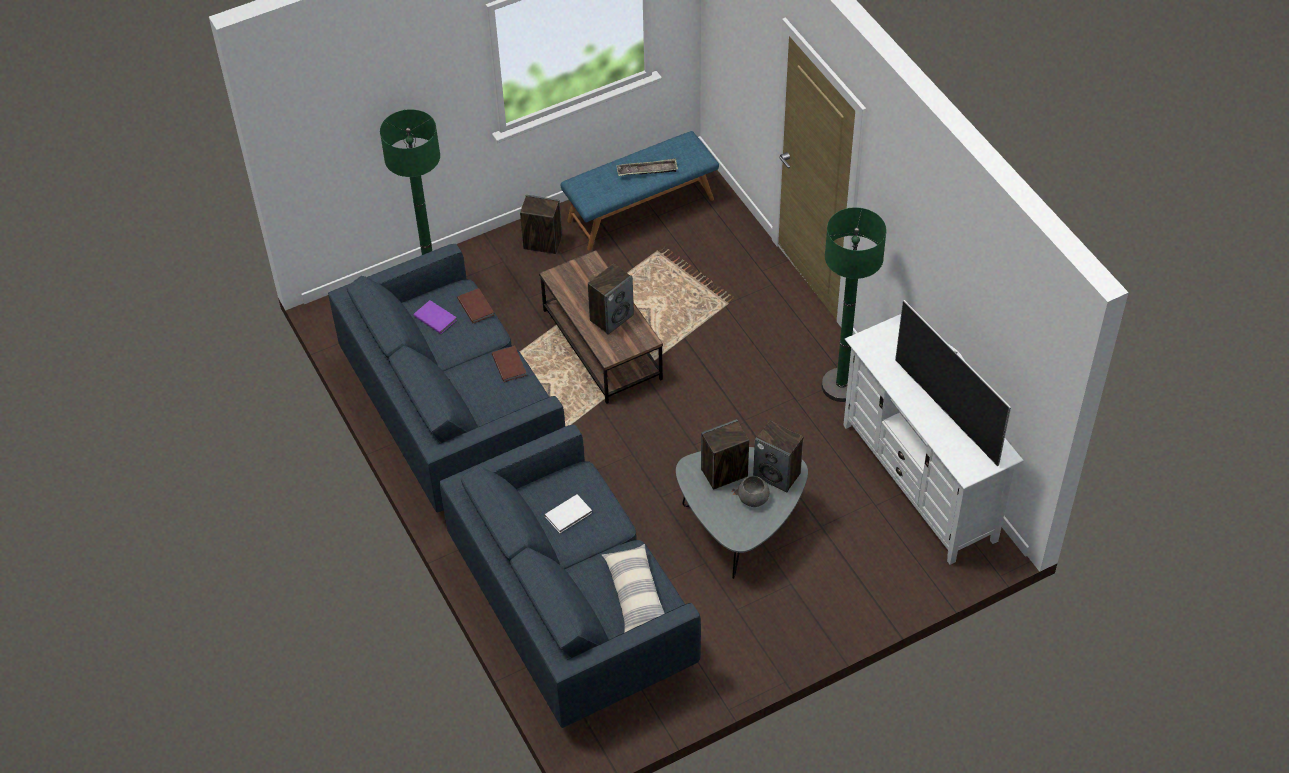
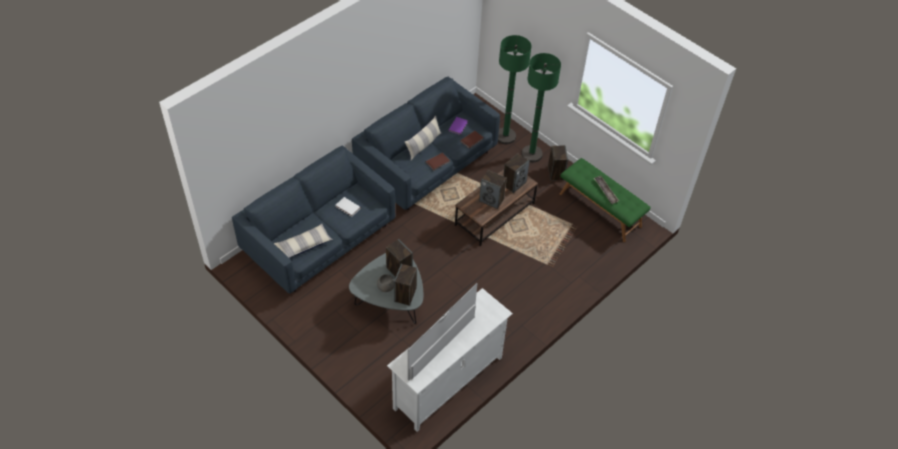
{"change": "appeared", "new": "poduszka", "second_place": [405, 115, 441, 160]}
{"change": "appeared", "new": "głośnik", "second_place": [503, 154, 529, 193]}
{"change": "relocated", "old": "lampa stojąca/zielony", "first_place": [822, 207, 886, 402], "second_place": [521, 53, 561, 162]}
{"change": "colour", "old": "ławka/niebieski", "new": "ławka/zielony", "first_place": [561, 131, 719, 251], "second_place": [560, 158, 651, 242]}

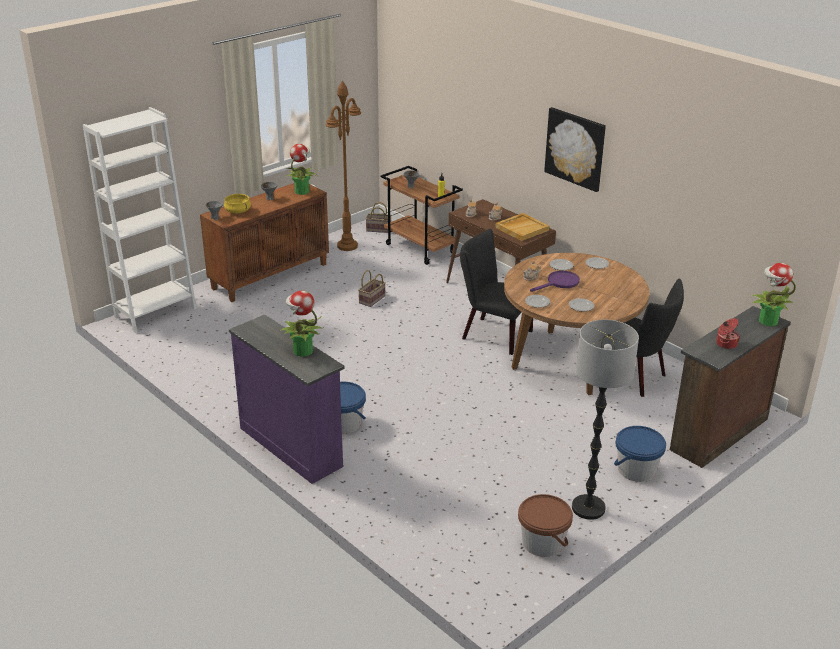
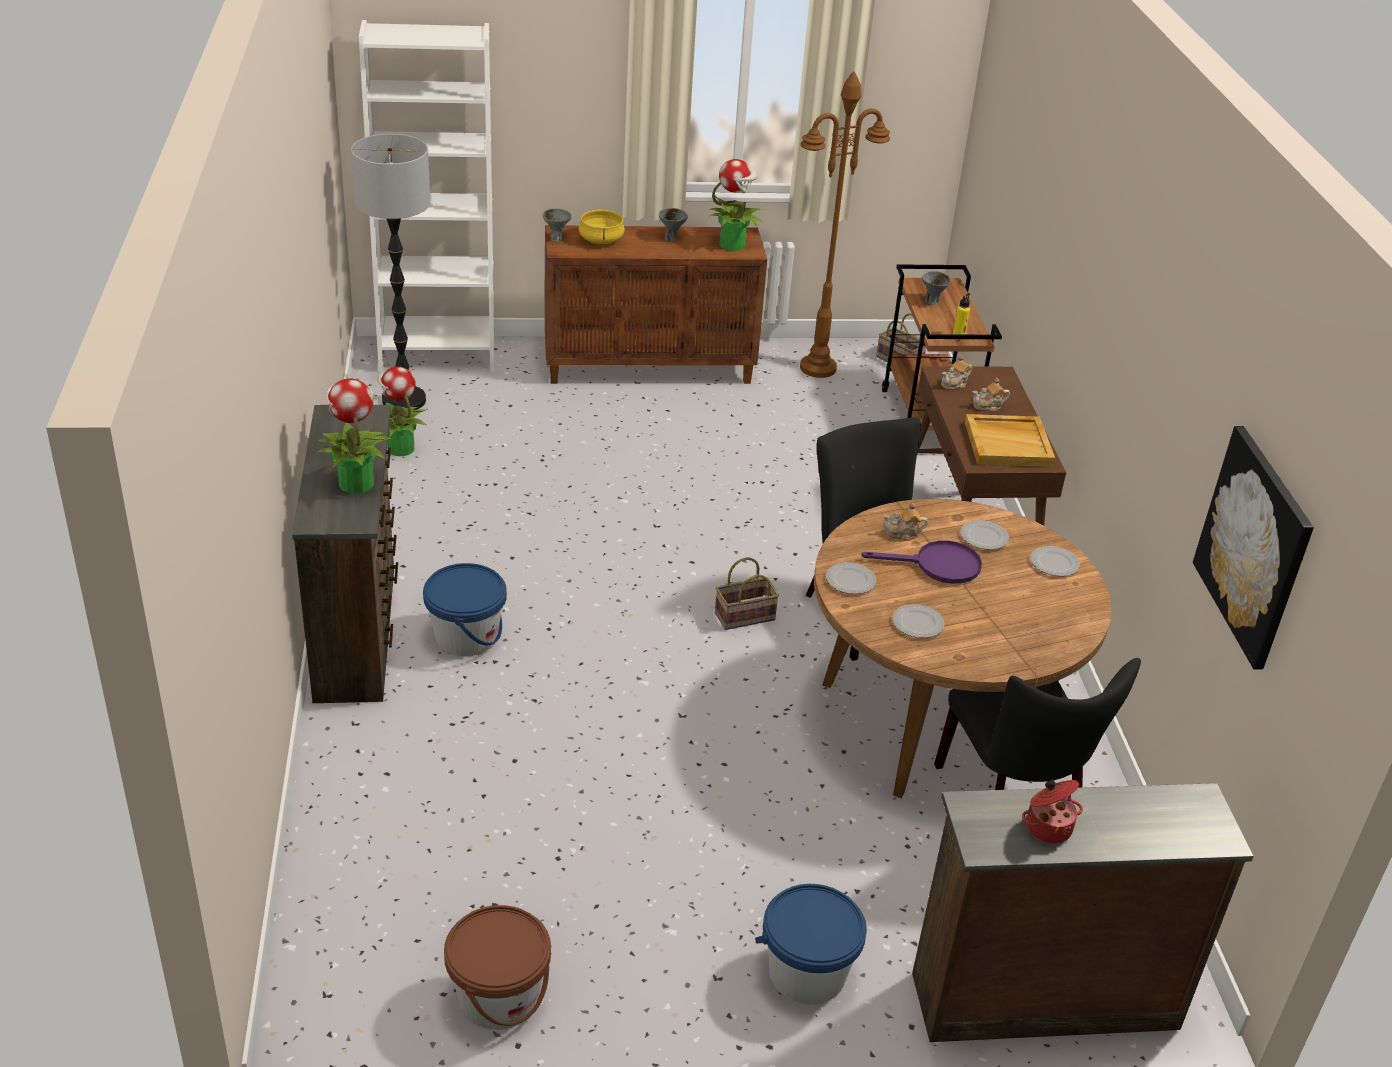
{"change": "colour", "old": "komoda/fioletowy", "new": "komoda/brązowy", "first_place": [229, 314, 344, 484], "second_place": [292, 405, 398, 703]}
{"change": "relocated", "old": "lampa stojąca", "first_place": [572, 320, 639, 520], "second_place": [351, 134, 430, 411]}
{"change": "relocated", "old": "roślina doniczkowa", "first_place": [751, 263, 796, 326], "second_place": [377, 366, 427, 456]}
{"change": "relocated", "old": "koszyk", "first_place": [358, 270, 385, 307], "second_place": [715, 557, 779, 630]}
{"change": "relocated", "old": "obraz", "first_place": [544, 107, 606, 192], "second_place": [1193, 426, 1314, 670]}

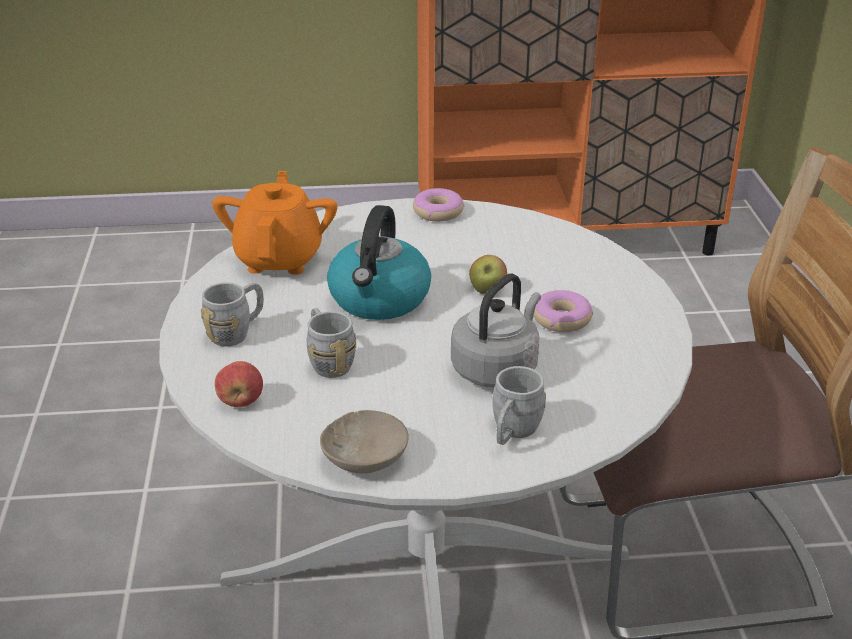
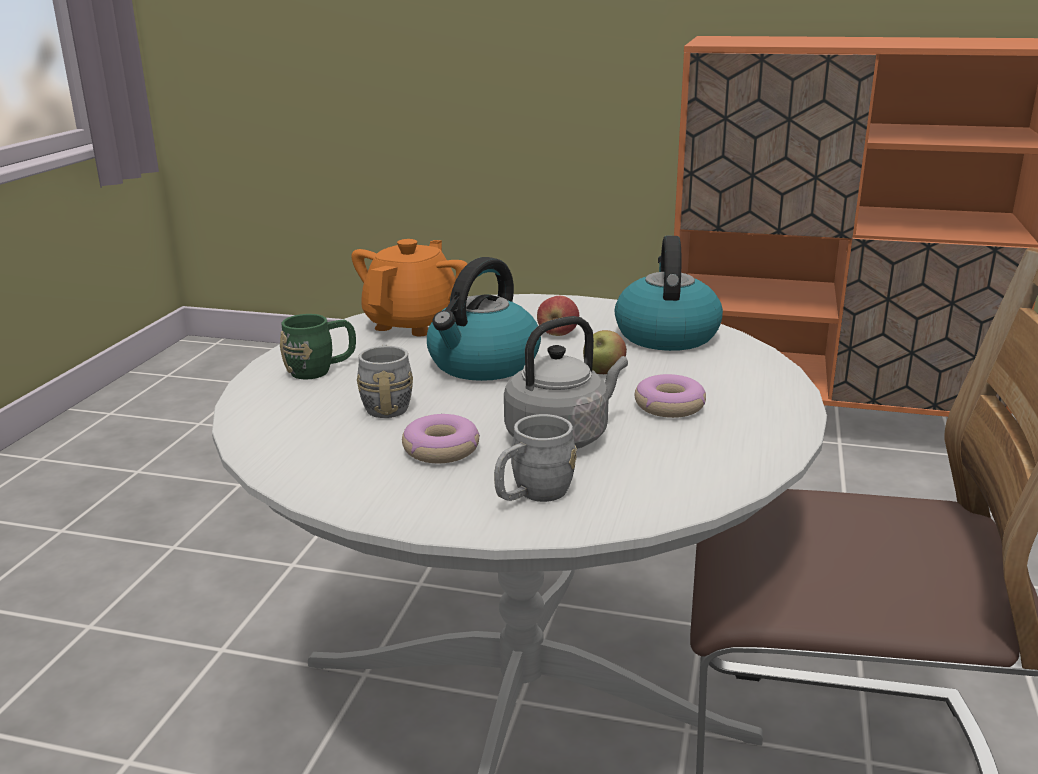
{"change": "colour", "old": "kubek/szary", "new": "kubek/zielony", "first_place": [201, 282, 264, 346], "second_place": [280, 314, 356, 379]}
{"change": "relocated", "old": "donut", "first_place": [413, 188, 464, 222], "second_place": [402, 414, 480, 463]}
{"change": "relocated", "old": "jabłko", "first_place": [215, 361, 263, 407], "second_place": [537, 296, 579, 336]}
{"change": "appeared", "new": "czajnik", "second_place": [615, 236, 723, 351]}
{"change": "missing", "old": "miska/beżowy", "first_place": [320, 410, 409, 473]}

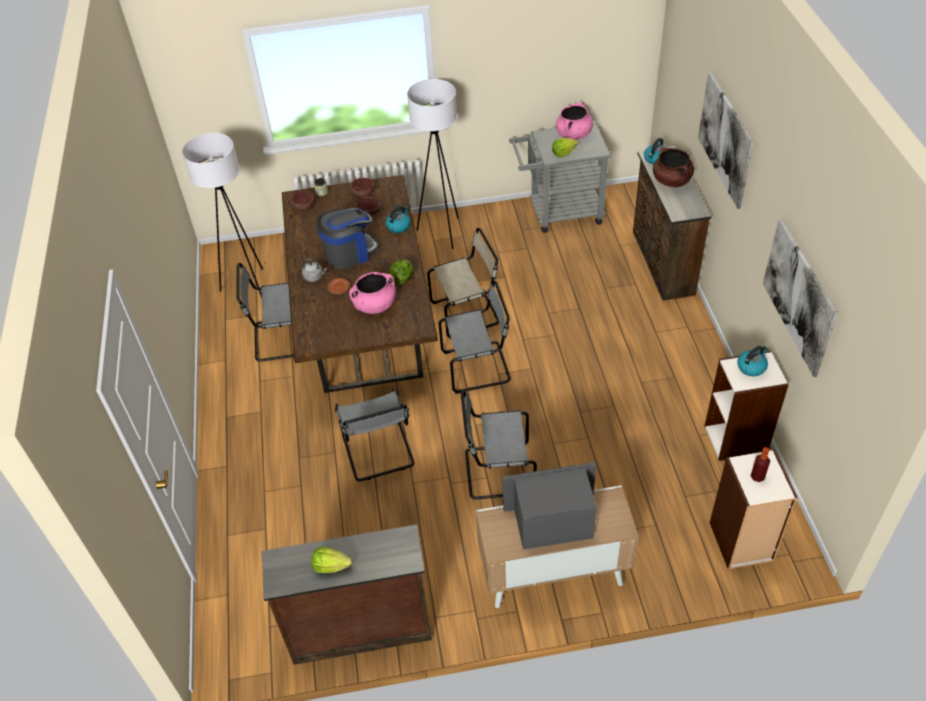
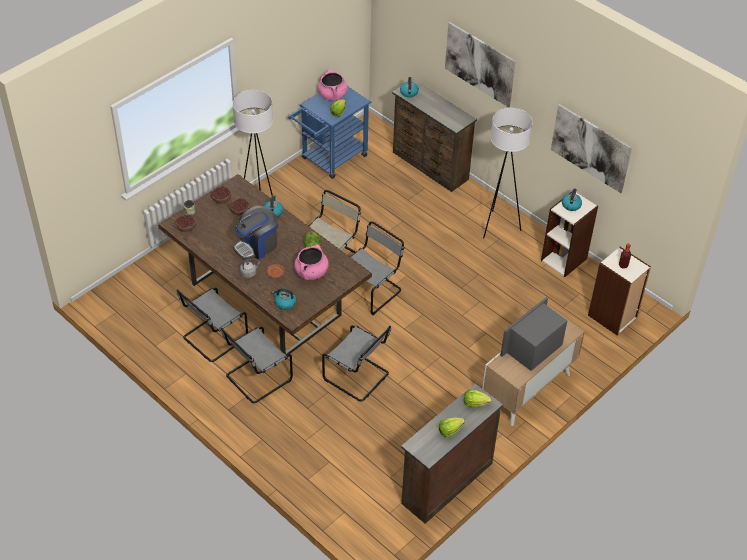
{"change": "relocated", "old": "krzesło/szary", "first_place": [461, 390, 537, 499], "second_place": [221, 327, 293, 403]}
{"change": "spun", "old": "ekspres do kawy", "first_place": [316, 208, 379, 269], "second_place": [233, 206, 278, 260], "degrees": -150}
{"change": "appeared", "new": "czajnik", "second_place": [272, 288, 296, 310]}
{"change": "colour", "old": "wózek/szary", "new": "wózek/niebieski", "first_place": [509, 122, 611, 233], "second_place": [288, 87, 371, 179]}
{"change": "appeared", "new": "sałata", "second_place": [464, 389, 492, 407]}
{"change": "relocated", "old": "lampa stojąca/biały", "first_place": [182, 133, 263, 298], "second_place": [483, 108, 533, 239]}
{"change": "missing", "old": "garnek/brązowy", "first_place": [653, 147, 694, 187]}

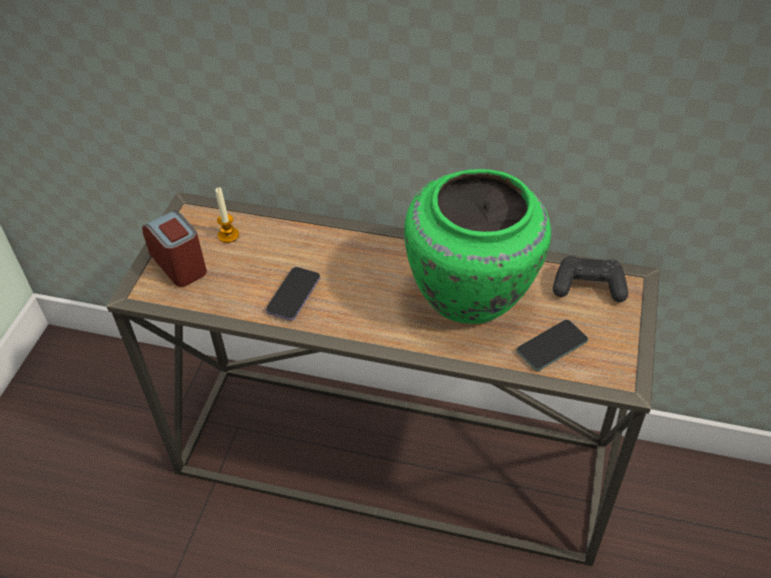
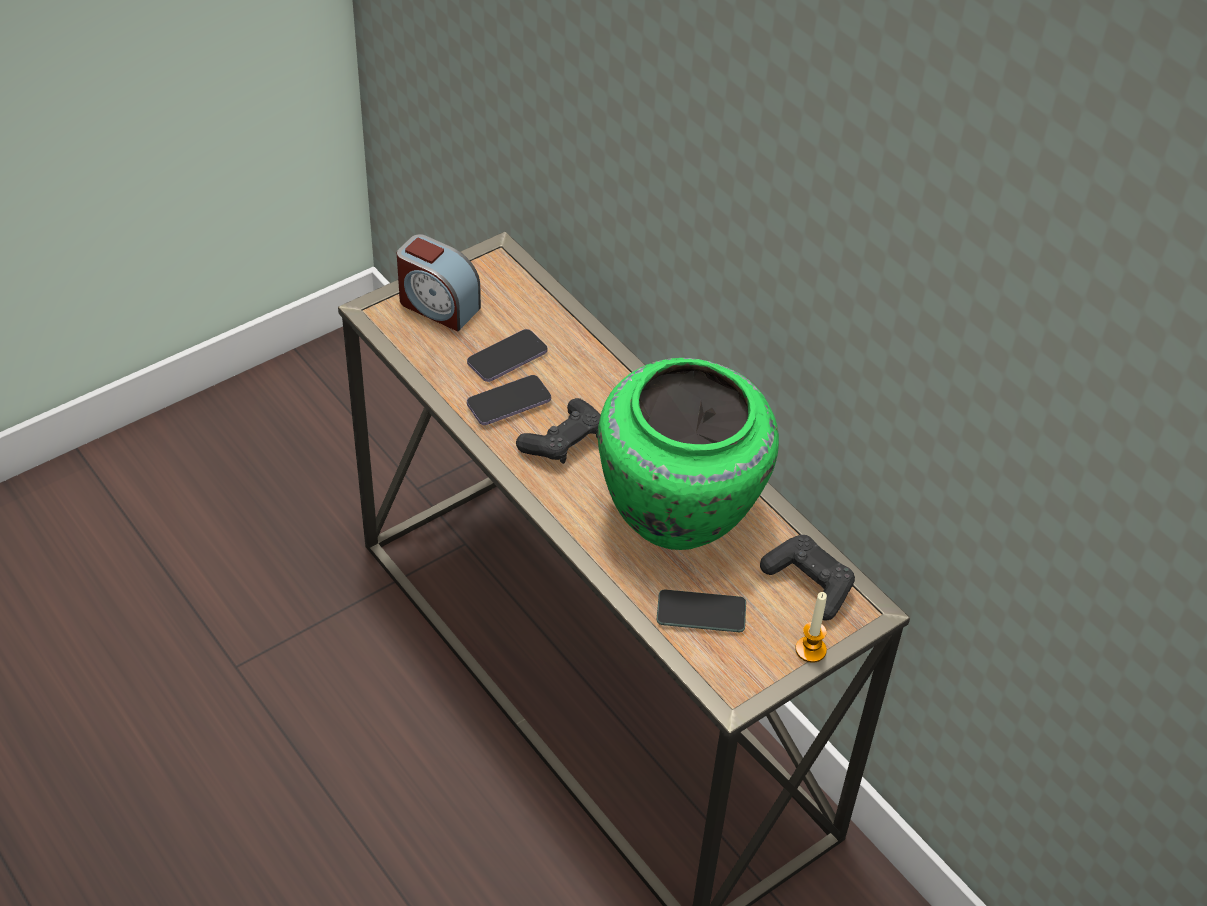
{"change": "spun", "old": "budzik", "first_place": [142, 210, 207, 287], "second_place": [397, 234, 481, 332], "degrees": 120}
{"change": "appeared", "new": "telefon", "second_place": [467, 329, 547, 382]}
{"change": "appeared", "new": "pad do gier/czarny", "second_place": [516, 398, 600, 464]}
{"change": "relocated", "old": "świeca", "first_place": [215, 187, 239, 243], "second_place": [795, 592, 827, 663]}

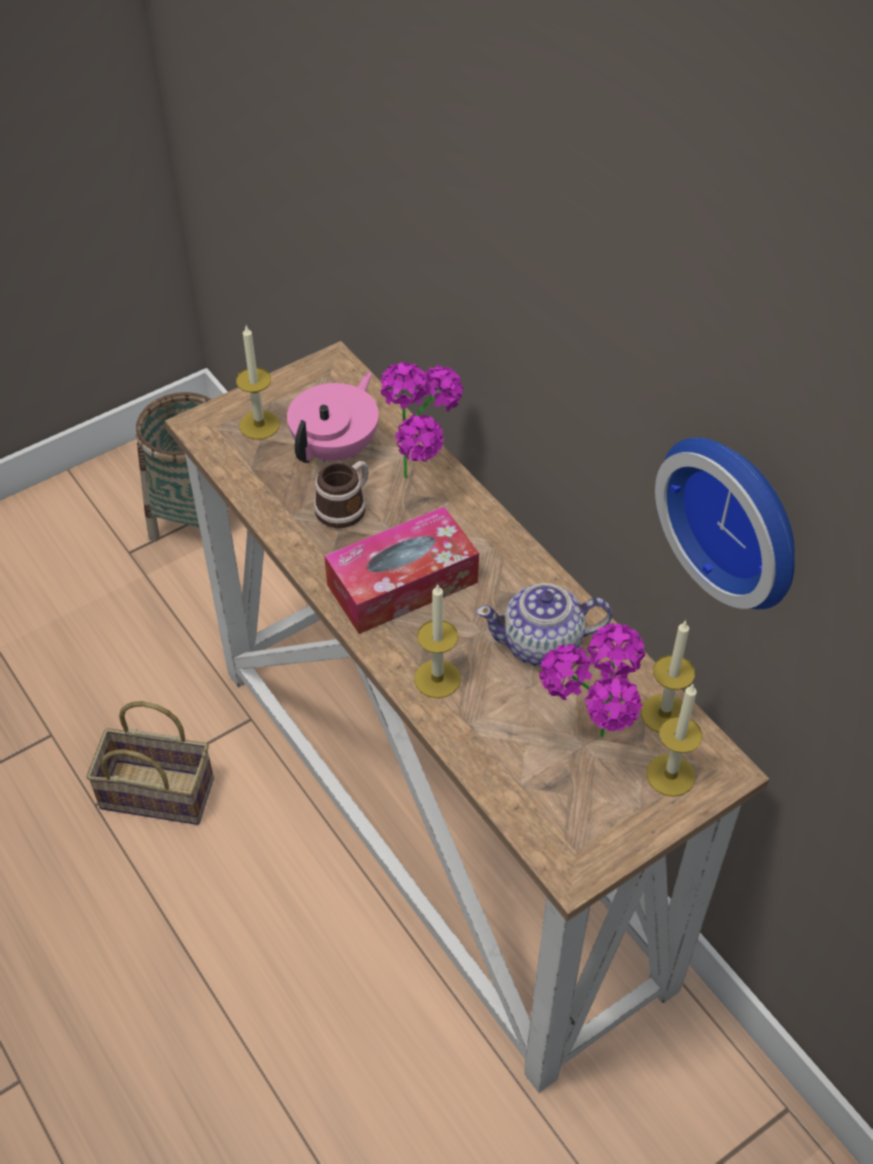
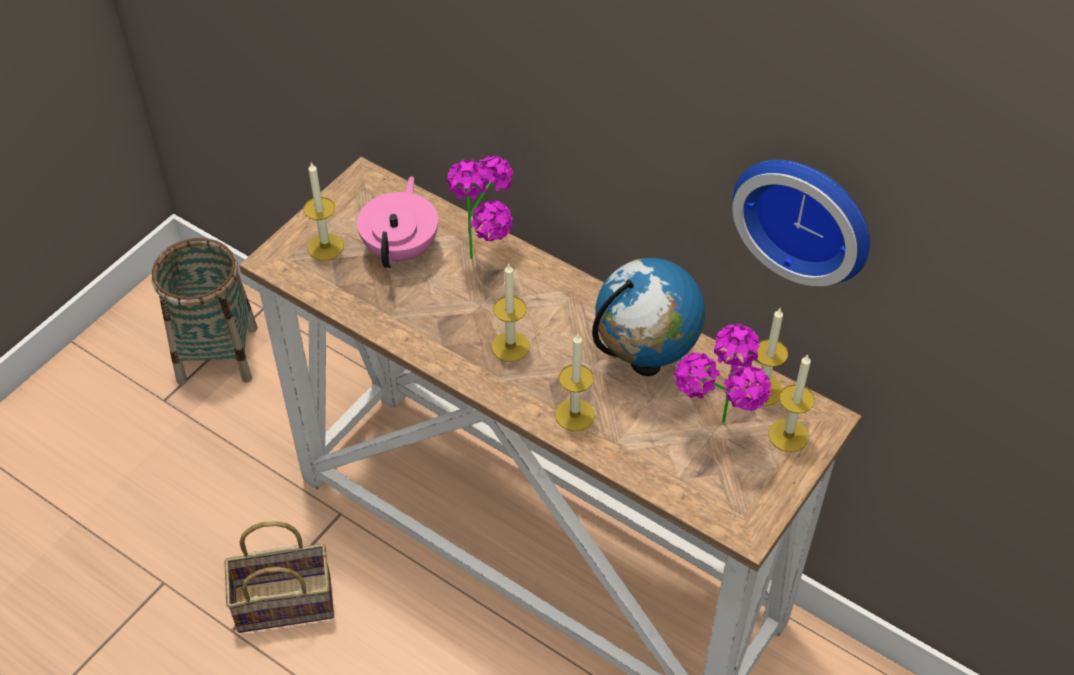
{"change": "exchanged", "old": "pudełko chusteczek", "new": "świeca", "first_place": [324, 507, 479, 634], "second_place": [491, 264, 530, 362]}
{"change": "exchanged", "old": "imbryk", "new": "globus", "first_place": [476, 583, 612, 666], "second_place": [592, 258, 705, 376]}
{"change": "missing", "old": "kubek", "first_place": [314, 461, 369, 528]}

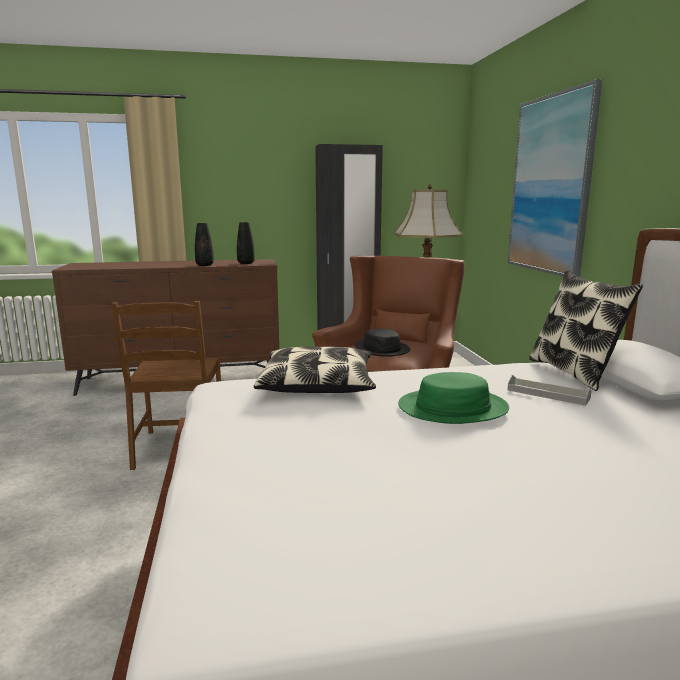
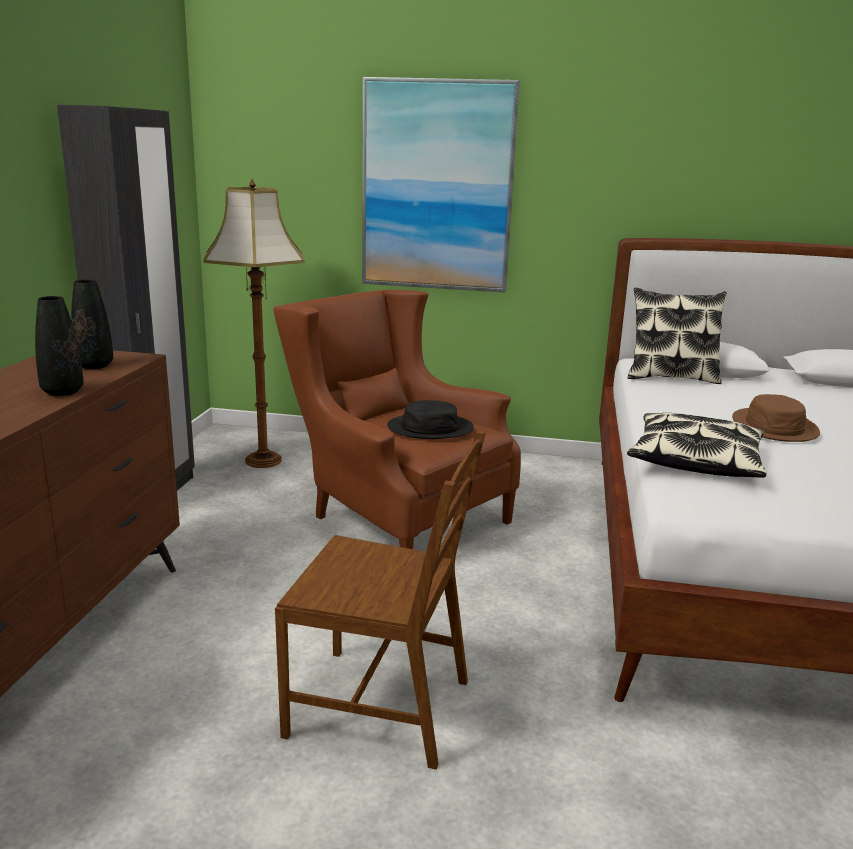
{"change": "colour", "old": "kapelusz/zielony", "new": "kapelusz/brązowy", "first_place": [398, 372, 509, 424], "second_place": [732, 394, 820, 442]}
{"change": "missing", "old": "taca/szary", "first_place": [507, 375, 592, 406]}

